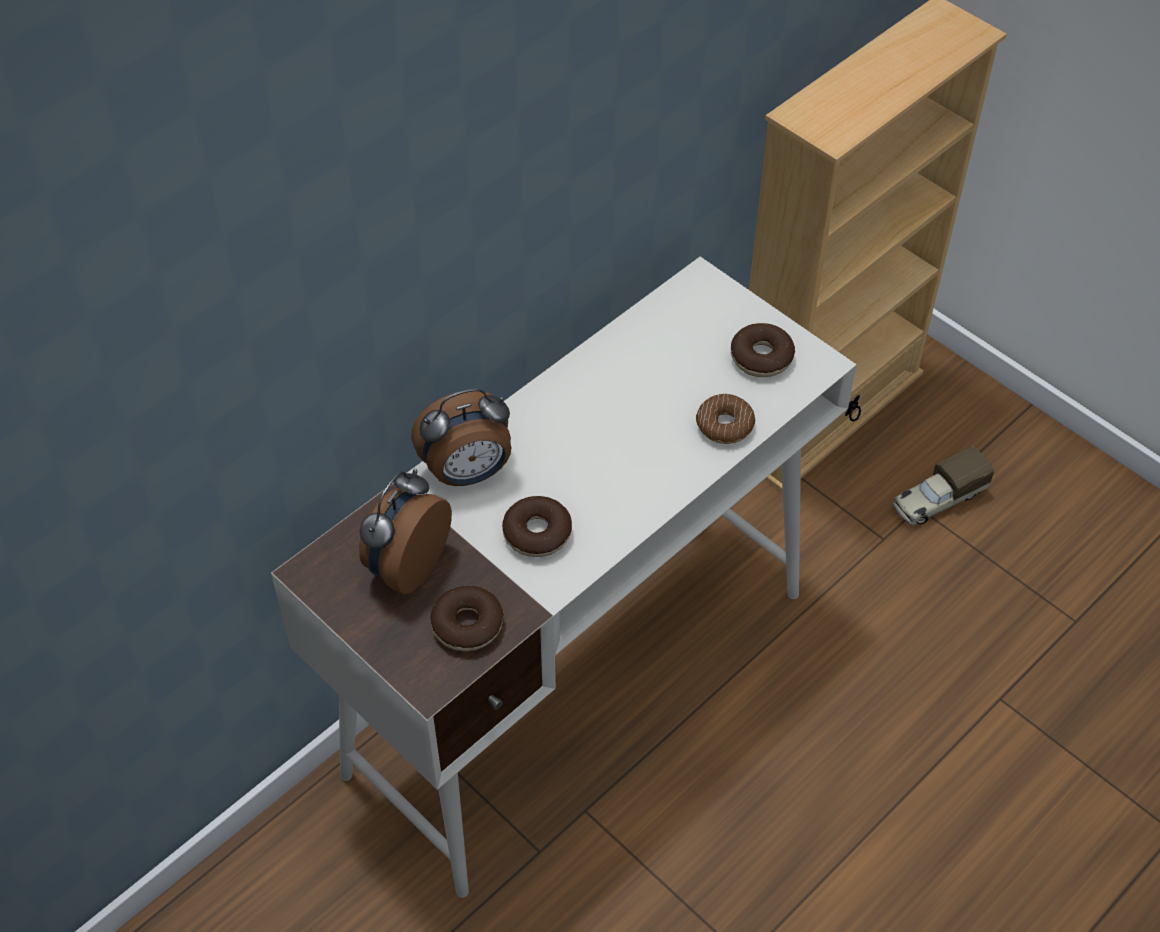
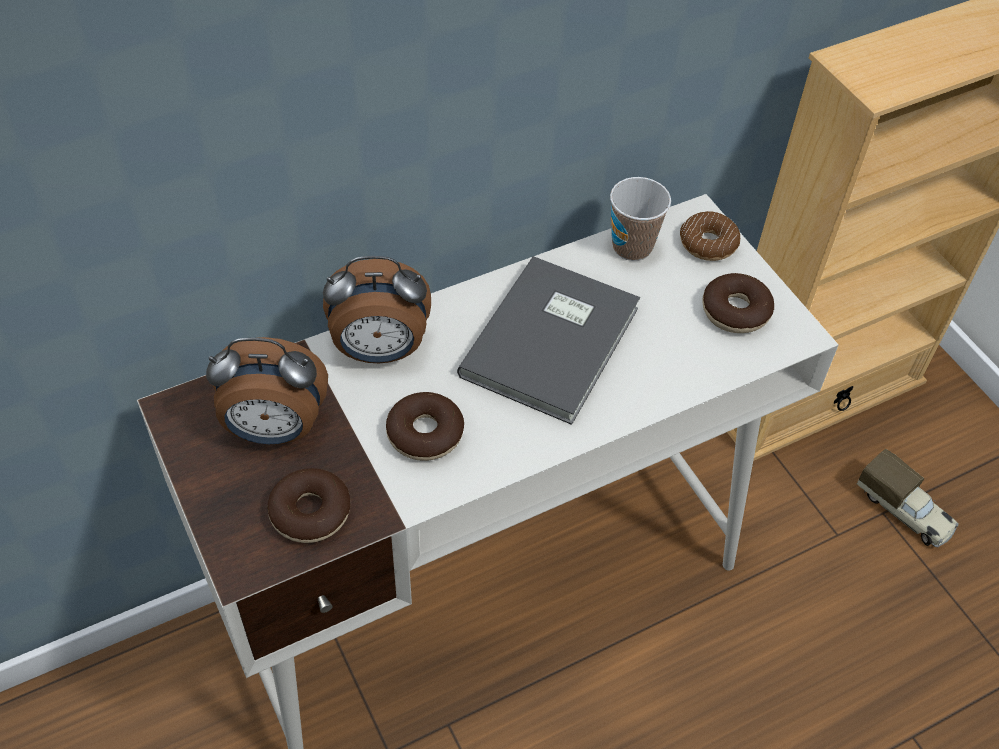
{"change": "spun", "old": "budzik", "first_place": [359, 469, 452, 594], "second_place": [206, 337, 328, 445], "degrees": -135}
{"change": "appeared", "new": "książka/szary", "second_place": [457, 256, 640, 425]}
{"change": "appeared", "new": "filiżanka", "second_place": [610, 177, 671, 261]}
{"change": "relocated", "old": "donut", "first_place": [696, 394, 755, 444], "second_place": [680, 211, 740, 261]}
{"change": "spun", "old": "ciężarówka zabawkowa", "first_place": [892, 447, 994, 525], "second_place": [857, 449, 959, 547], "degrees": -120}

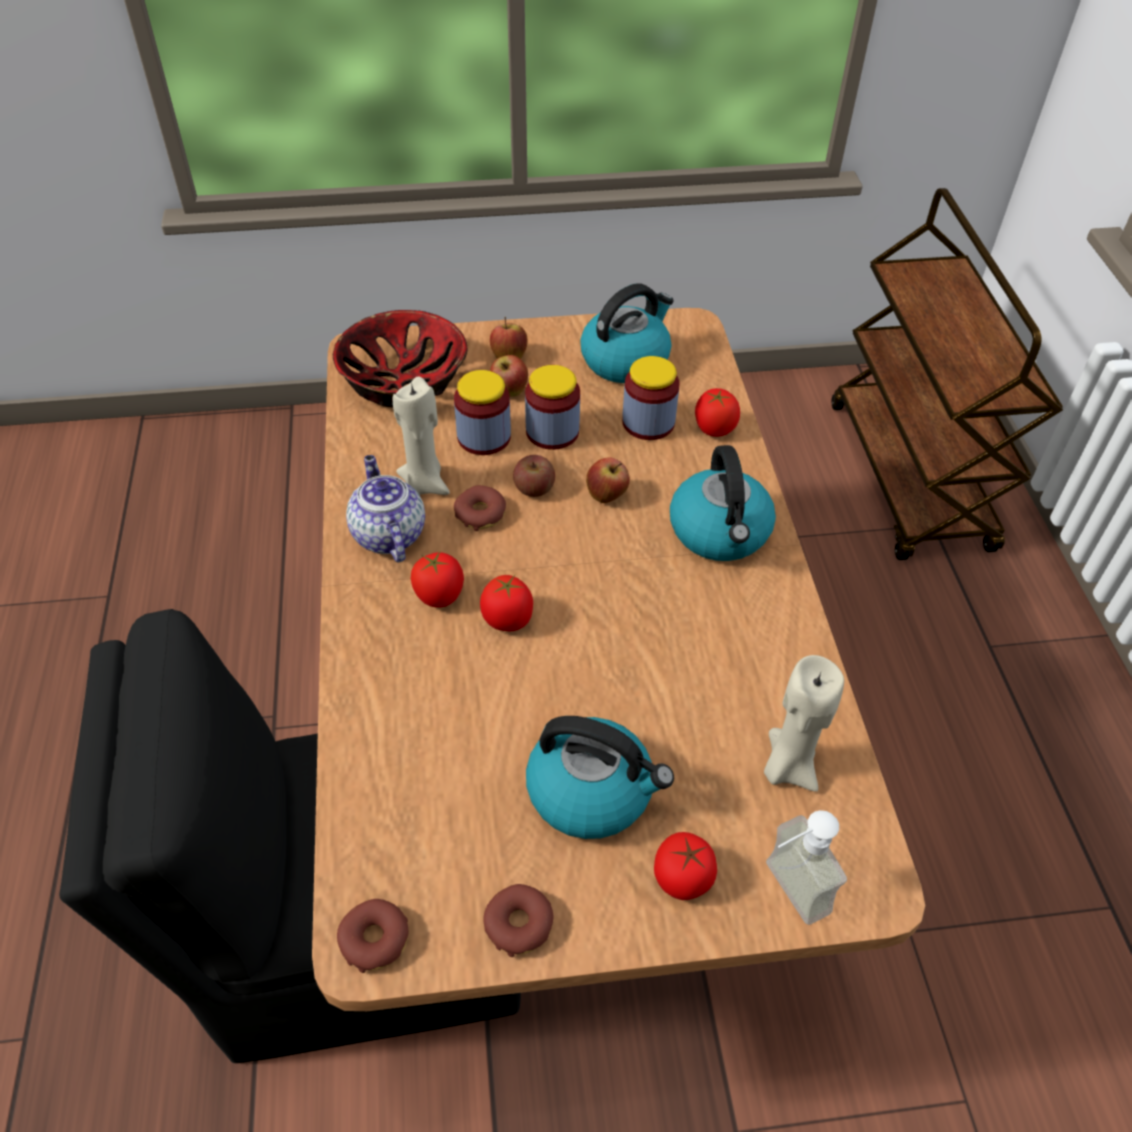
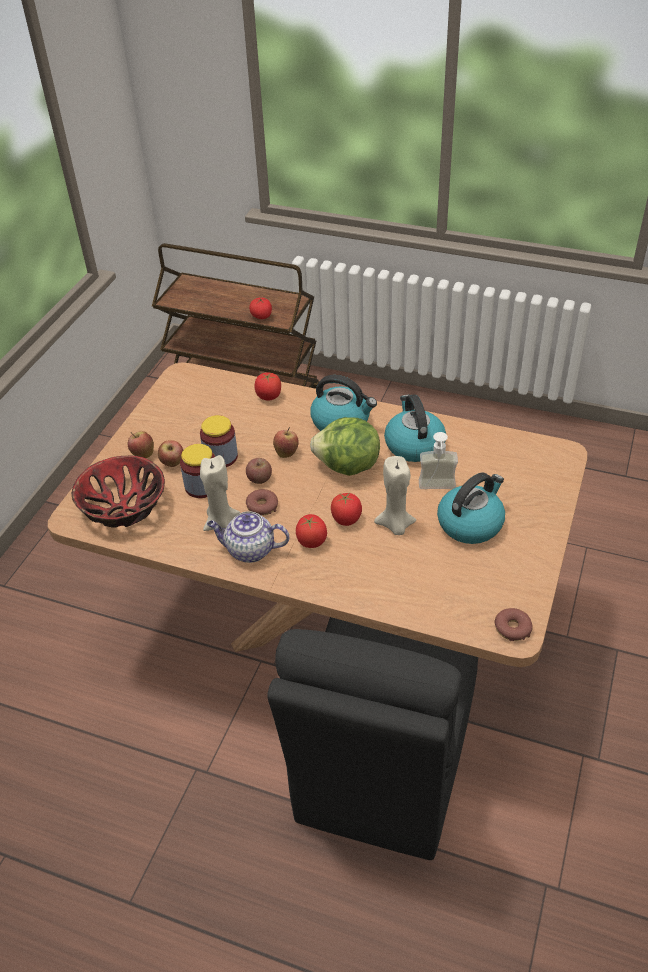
{"change": "relocated", "old": "pomidor", "first_place": [654, 832, 717, 900], "second_place": [249, 297, 272, 319]}
{"change": "appeared", "new": "sałata", "second_place": [310, 417, 380, 476]}
{"change": "relocated", "old": "świeca/beżowy", "first_place": [764, 655, 844, 792], "second_place": [374, 456, 416, 535]}
{"change": "relocated", "old": "czajnik", "first_place": [580, 283, 674, 383], "second_place": [384, 395, 446, 462]}
{"change": "relocated", "old": "dozownik mydła", "first_place": [766, 810, 847, 925], "second_place": [419, 432, 458, 489]}
{"change": "missing", "old": "donut", "first_place": [483, 884, 554, 957]}
{"change": "missing", "old": "słoik", "first_place": [622, 356, 680, 440]}

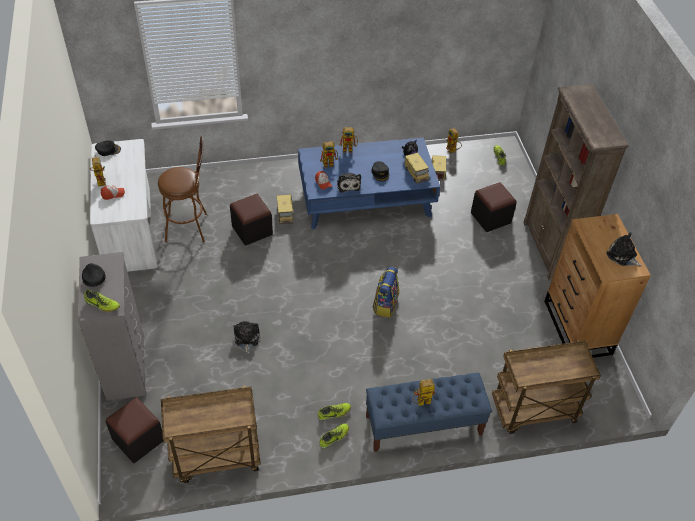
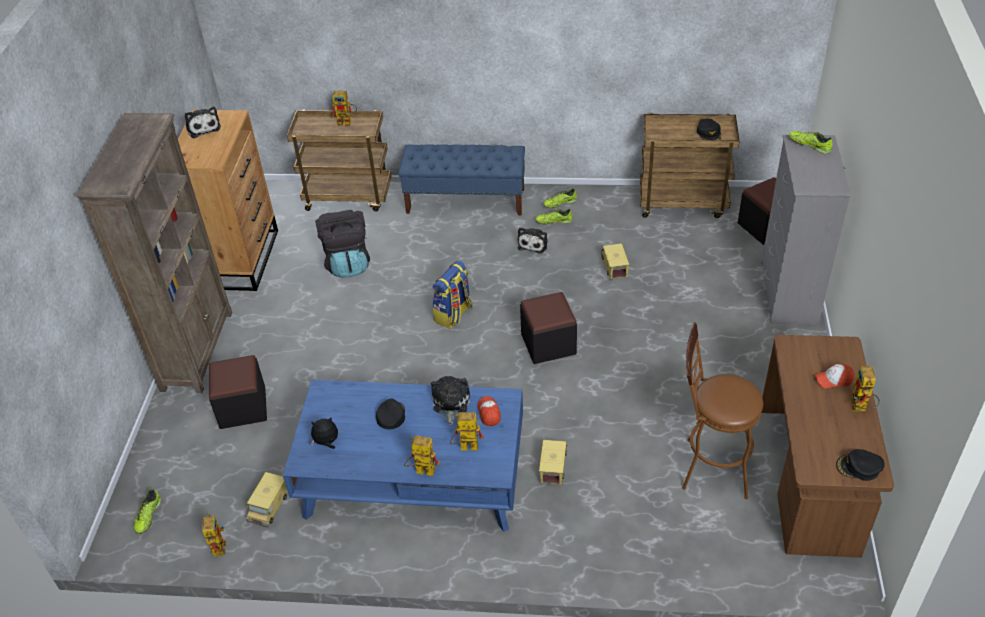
{"change": "appeared", "new": "plecak/czarny", "second_place": [315, 210, 370, 277]}
{"change": "relocated", "old": "robot zabawkowy", "first_place": [413, 379, 435, 406], "second_place": [332, 91, 357, 126]}
{"change": "relocated", "old": "pluszak", "first_place": [233, 321, 260, 354], "second_place": [518, 227, 548, 253]}
{"change": "relocated", "old": "pufa/czarny", "first_place": [230, 194, 273, 246], "second_place": [520, 292, 577, 364]}
{"change": "relocated", "old": "ciężarówka zabawkowa", "first_place": [404, 152, 430, 184], "second_place": [601, 243, 629, 279]}
{"change": "relocated", "old": "czapka z daszkiem/czarny", "first_place": [82, 263, 106, 287], "second_place": [697, 119, 721, 140]}
{"change": "colour", "old": "biurko/biały", "new": "biurko/brązowy", "first_place": [90, 139, 158, 272], "second_place": [762, 335, 894, 558]}

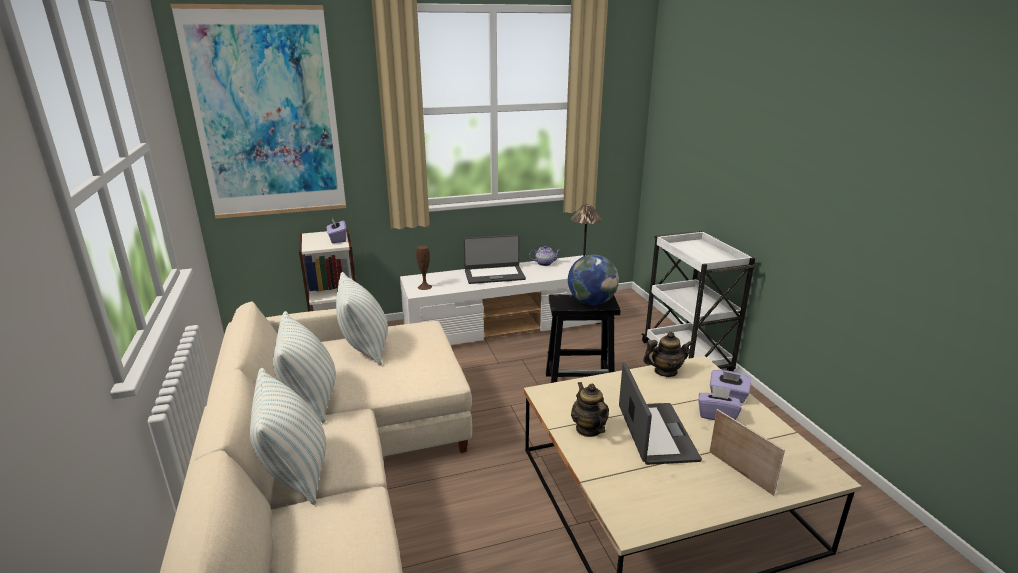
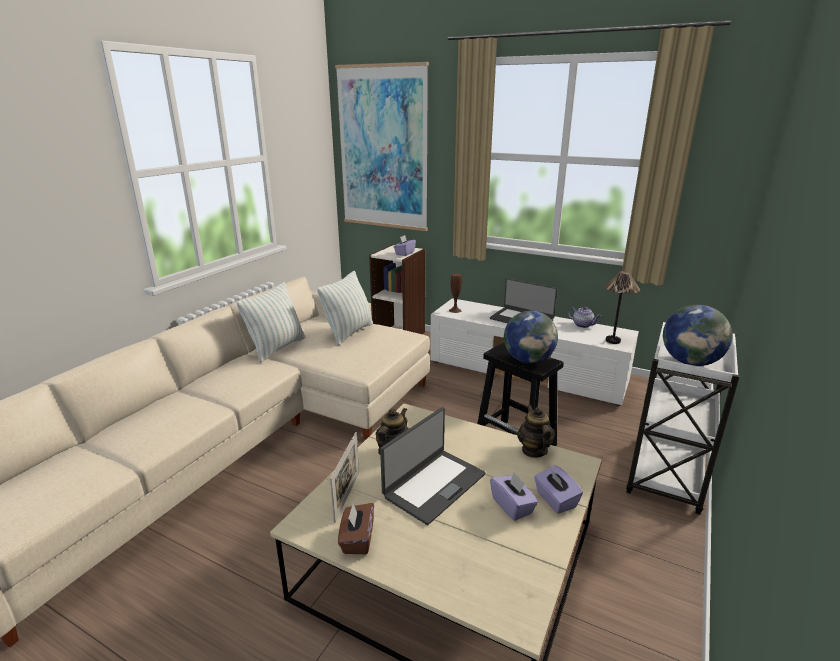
{"change": "relocated", "old": "ramka na zdjęcie", "first_place": [709, 409, 785, 496], "second_place": [330, 432, 359, 523]}
{"change": "appeared", "new": "pudełko chusteczek/brązowy", "second_place": [338, 503, 374, 554]}
{"change": "spun", "old": "imbryk", "first_place": [643, 331, 693, 377], "second_place": [517, 405, 555, 458], "degrees": -135}
{"change": "appeared", "new": "globus", "second_place": [663, 305, 732, 366]}
{"change": "missing", "old": "poduszka", "first_place": [250, 368, 326, 505]}

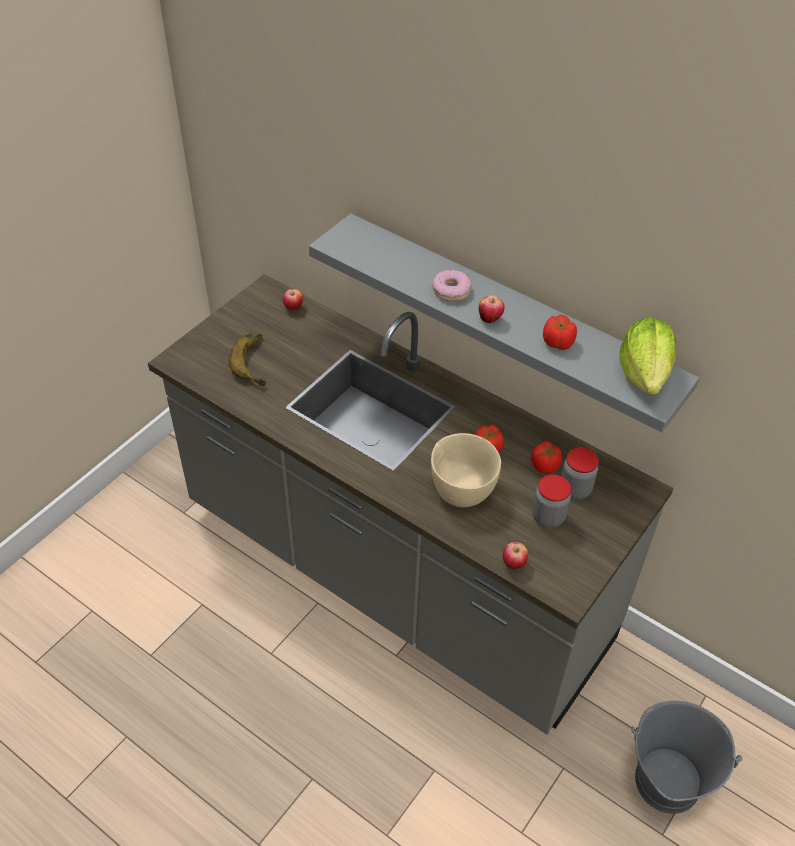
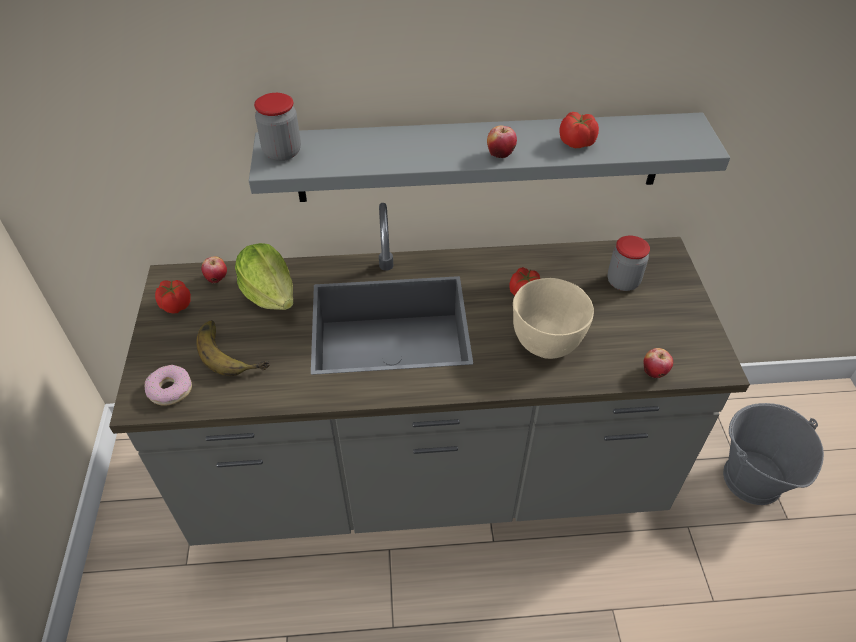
{"change": "relocated", "old": "donut", "first_place": [432, 270, 471, 301], "second_place": [145, 365, 192, 406]}
{"change": "relocated", "old": "pomidor", "first_place": [531, 441, 562, 474], "second_place": [155, 280, 191, 314]}
{"change": "relocated", "old": "sałata", "first_place": [619, 317, 676, 395], "second_place": [235, 243, 294, 310]}
{"change": "relocated", "old": "słoik", "first_place": [532, 475, 571, 528], "second_place": [254, 93, 301, 161]}

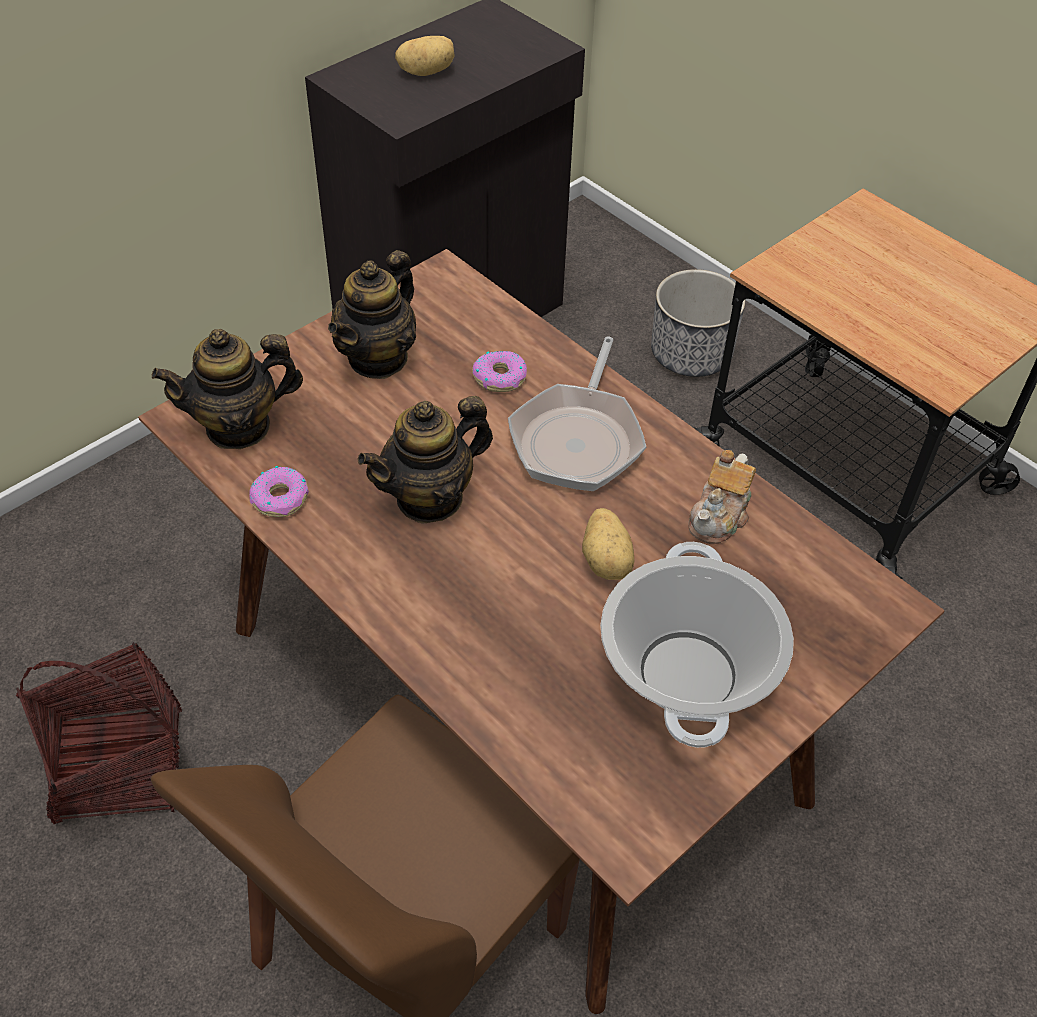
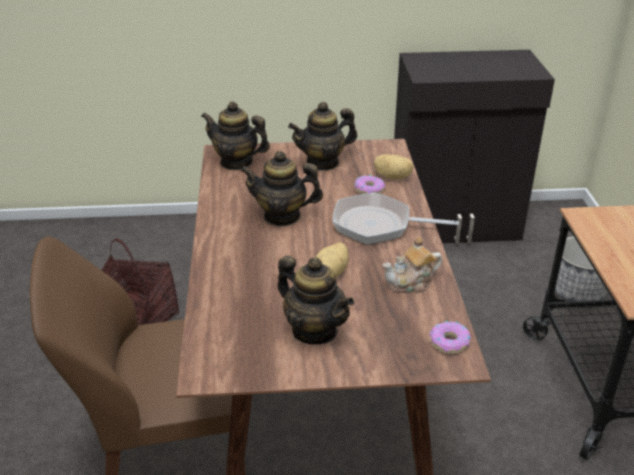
{"change": "exchanged", "old": "garnek", "new": "imbryk", "first_place": [600, 542, 794, 748], "second_place": [277, 256, 354, 344]}
{"change": "spun", "old": "patelnia", "first_place": [508, 337, 647, 491], "second_place": [333, 193, 459, 244], "degrees": 45}
{"change": "relocated", "old": "ziemniak", "first_place": [395, 36, 455, 76], "second_place": [374, 154, 413, 179]}
{"change": "relocated", "old": "donut", "first_place": [249, 466, 309, 517], "second_place": [429, 321, 471, 354]}

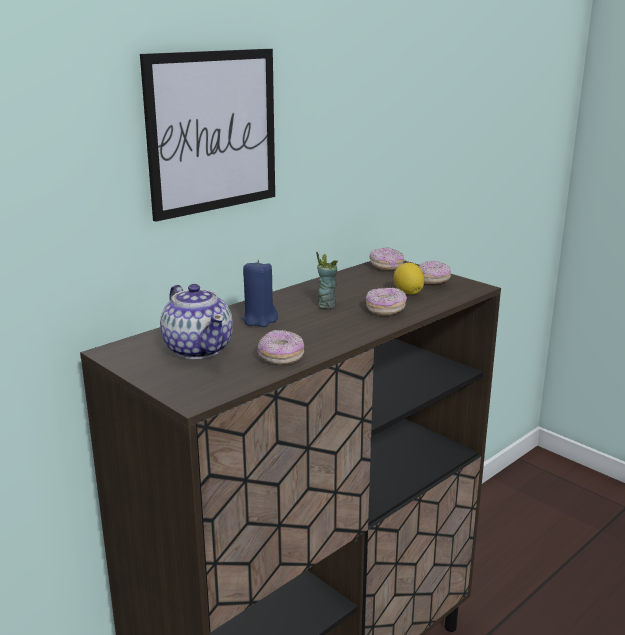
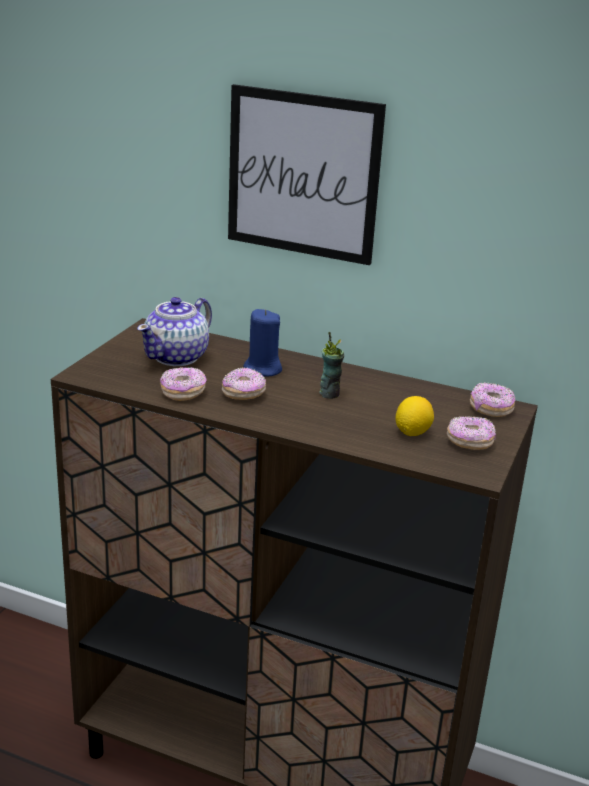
{"change": "relocated", "old": "donut", "first_place": [366, 288, 407, 316], "second_place": [222, 367, 266, 400]}

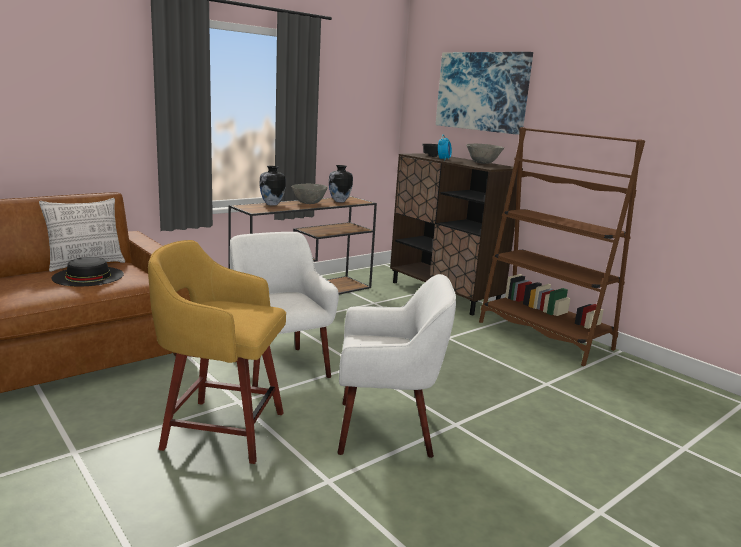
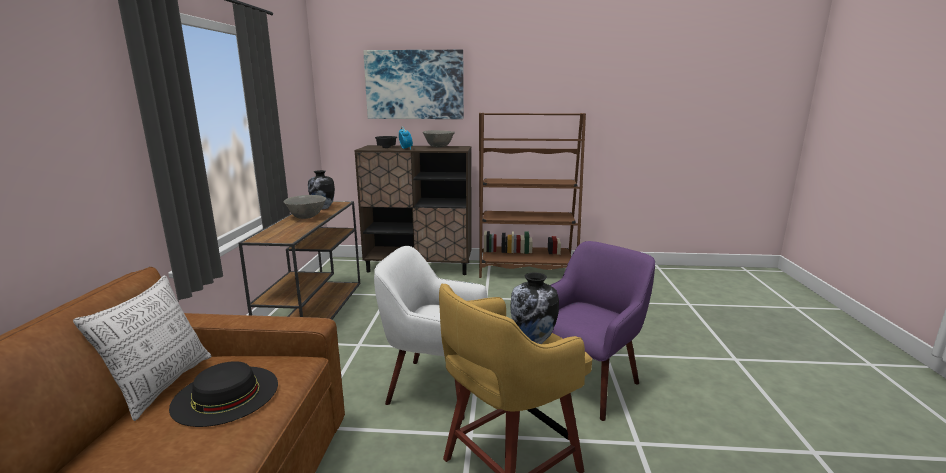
{"change": "relocated", "old": "wazon", "first_place": [260, 166, 286, 206], "second_place": [510, 272, 559, 344]}
{"change": "colour", "old": "fotel/biały", "new": "fotel/fioletowy", "first_place": [337, 274, 456, 458], "second_place": [550, 241, 655, 421]}

